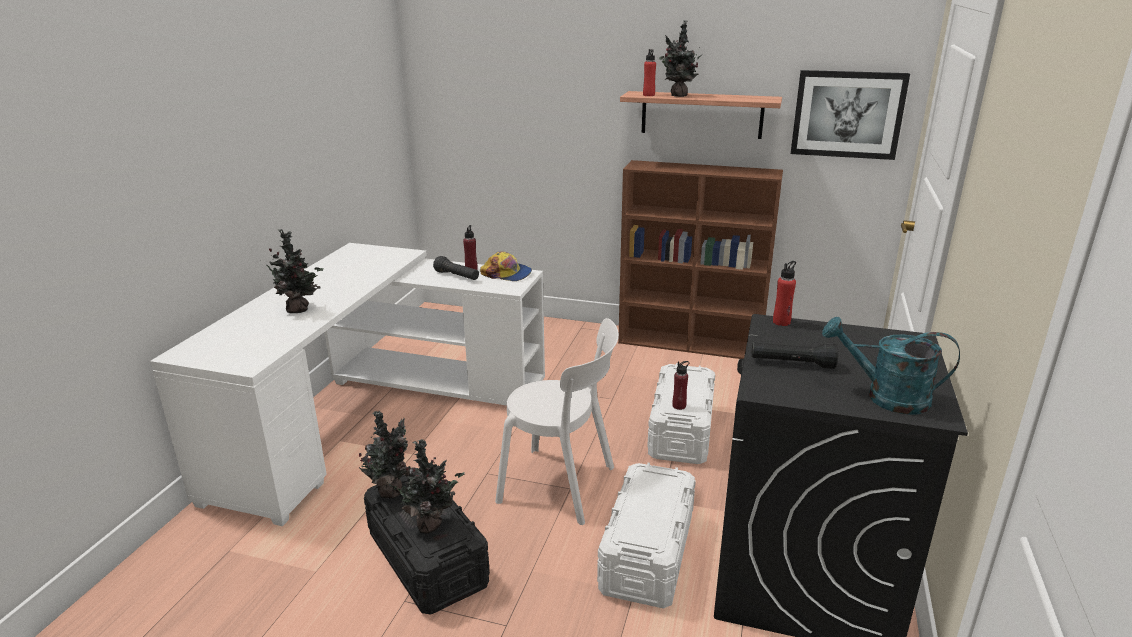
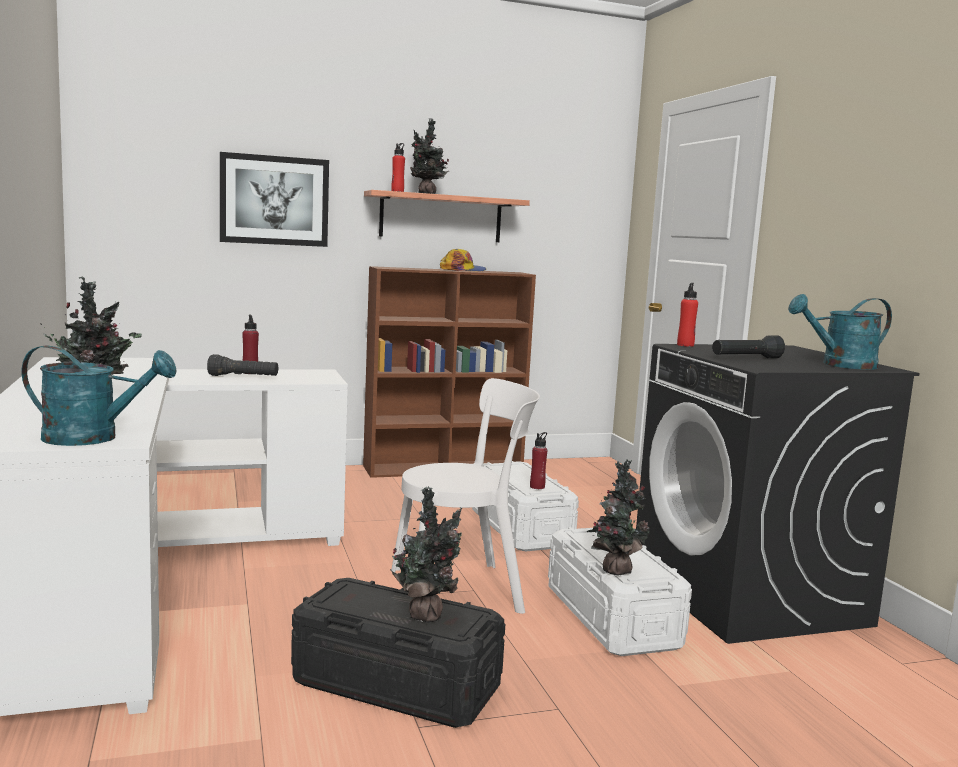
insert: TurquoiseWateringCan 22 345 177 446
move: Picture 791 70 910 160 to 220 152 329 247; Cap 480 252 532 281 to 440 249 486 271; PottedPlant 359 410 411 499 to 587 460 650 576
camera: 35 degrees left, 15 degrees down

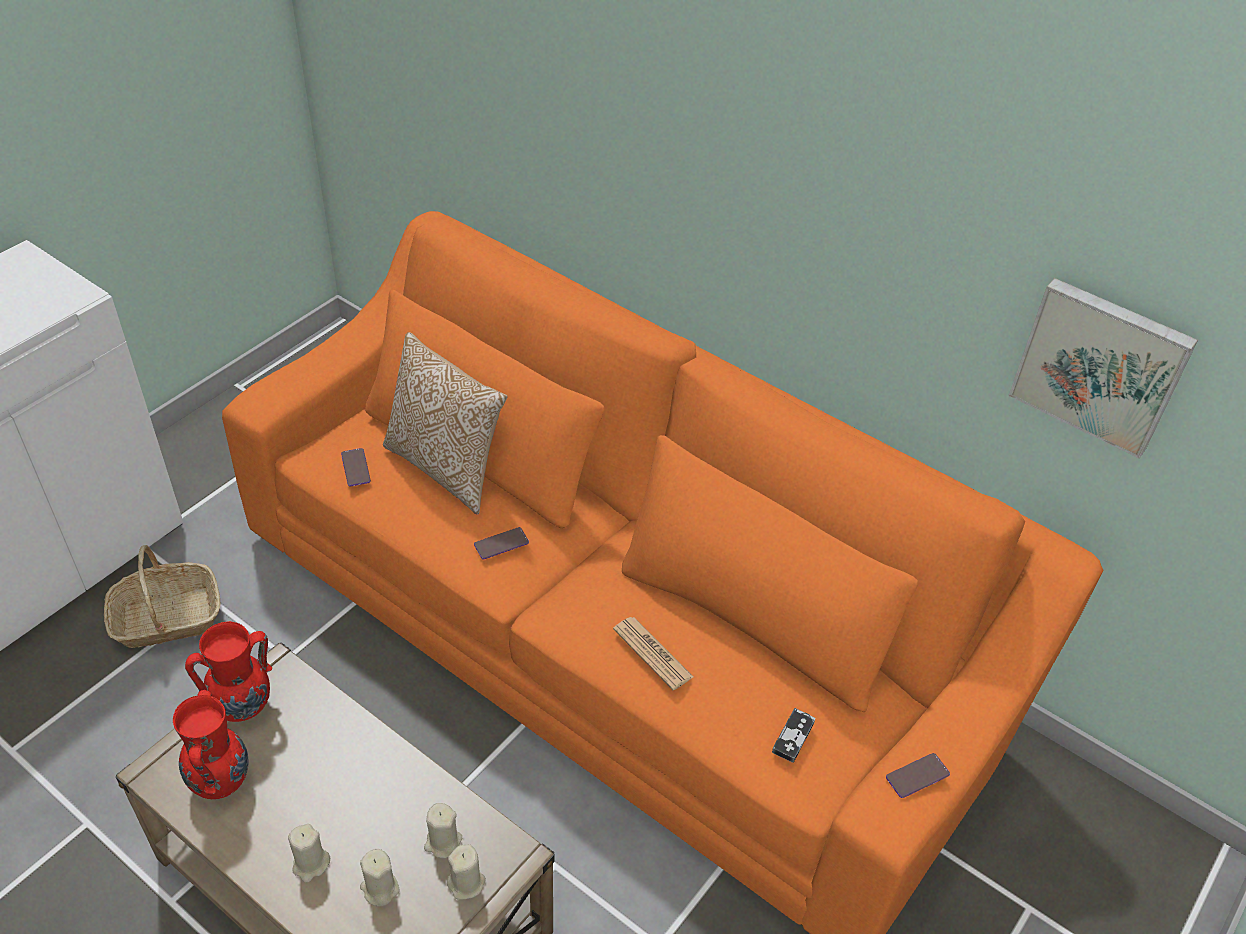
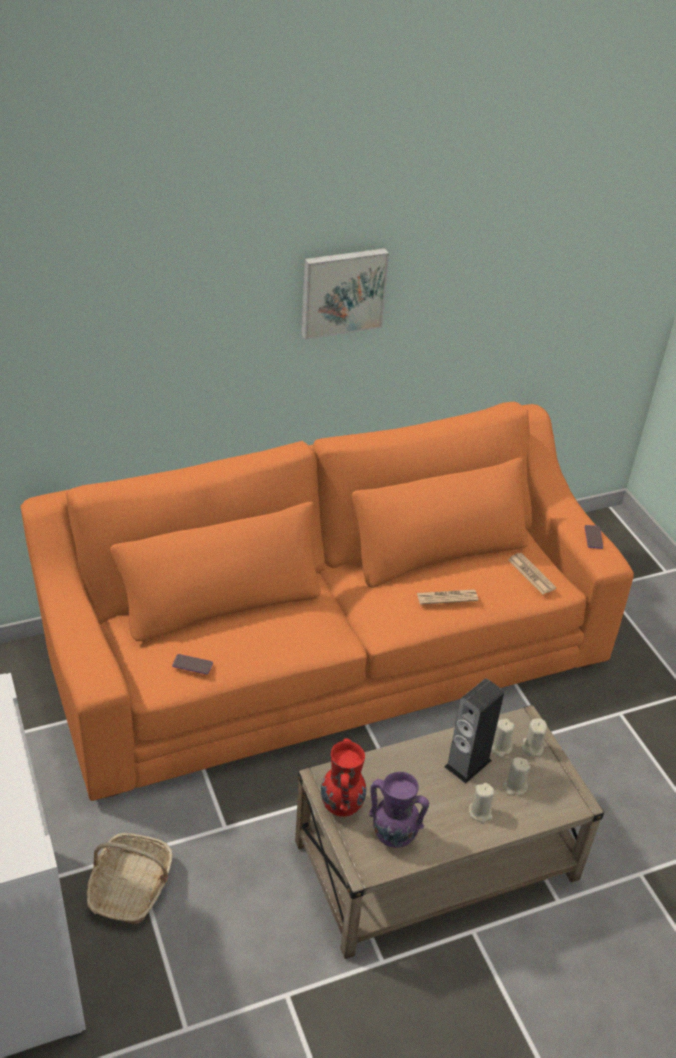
delete: Pillow 383 332 507 515; Phone 474 527 529 559
insert: Speaker 444 678 504 784
move: Picture 1008 278 1198 458 to 301 248 389 340
replace: GameController 772 708 815 763 to Newspaper 508 553 556 595
recolor: RedVase 173 690 248 799 to PurpleVase 369 772 429 848
camera: 60 degrees left, 5 degrees down

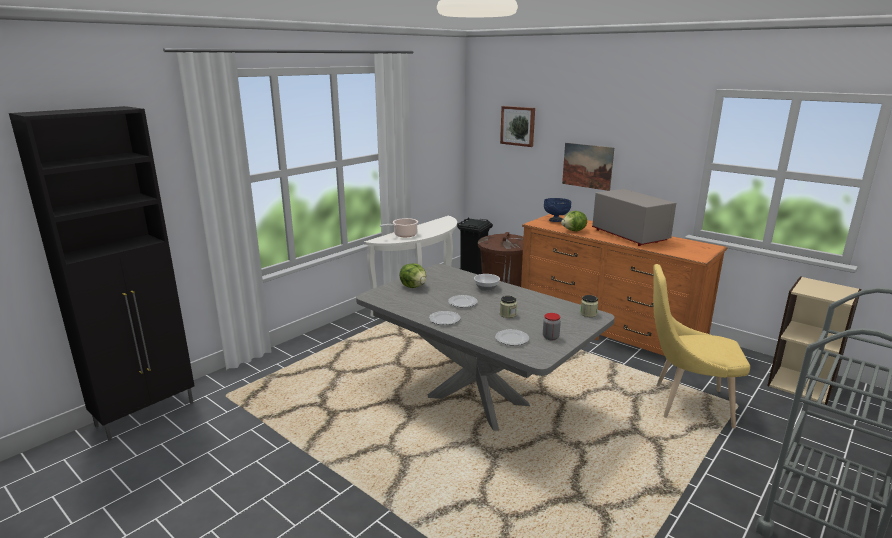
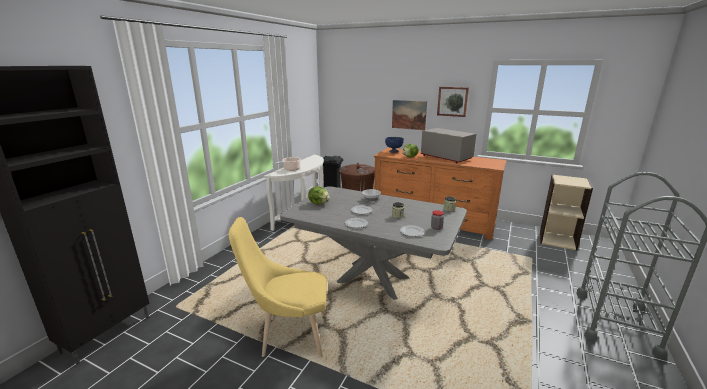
move: YellowChair 653 264 750 428 to 229 217 327 357; Picture 500 106 535 147 to 437 87 469 117
camera: 15 degrees left, 0 degrees up

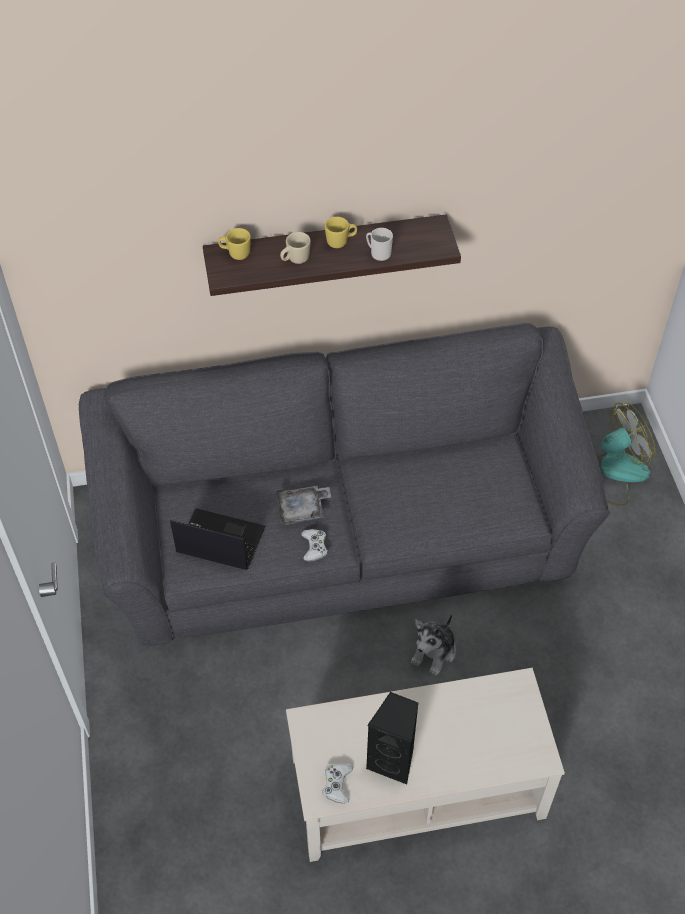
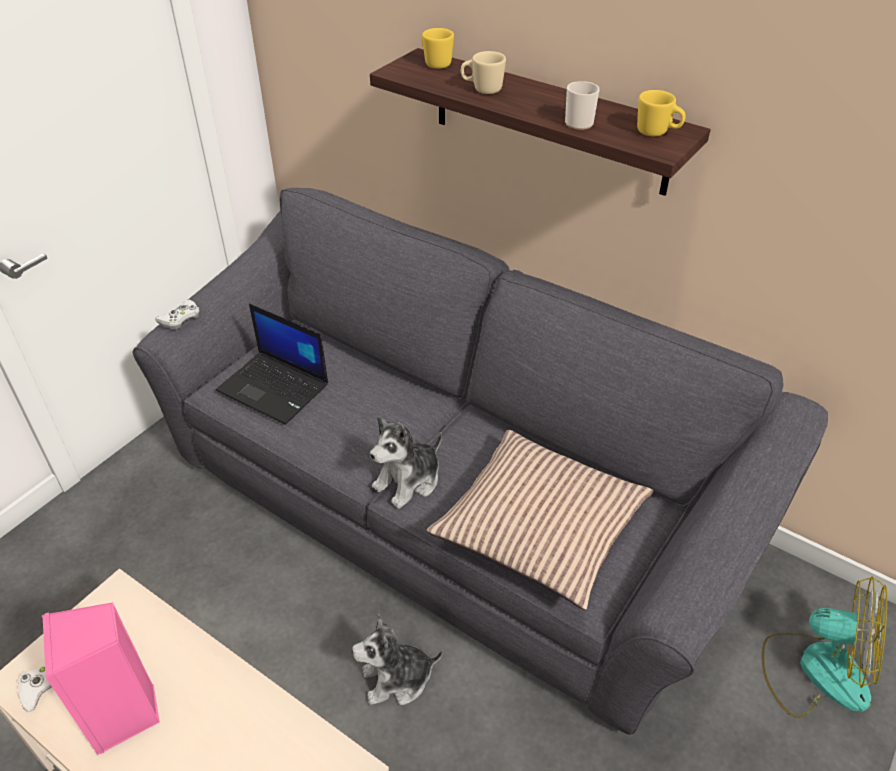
delete: GreyTray 276 486 331 525
insert: PlushToy 370 416 442 509; Pillow 427 430 653 610
move: WhiteGameController 301 529 328 562 to 155 300 199 329; YellowMug 325 217 357 248 to 637 90 686 136
recolor: BlackSpeaker 366 692 419 784 to PinkSpeaker 42 602 160 755
rotate: Laptop 170 508 265 570 = 216 304 328 425 150 degrees clockwise
camera: 45 degrees right, 10 degrees down

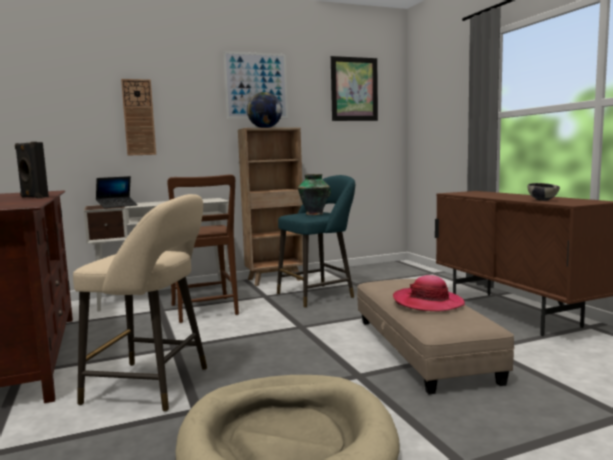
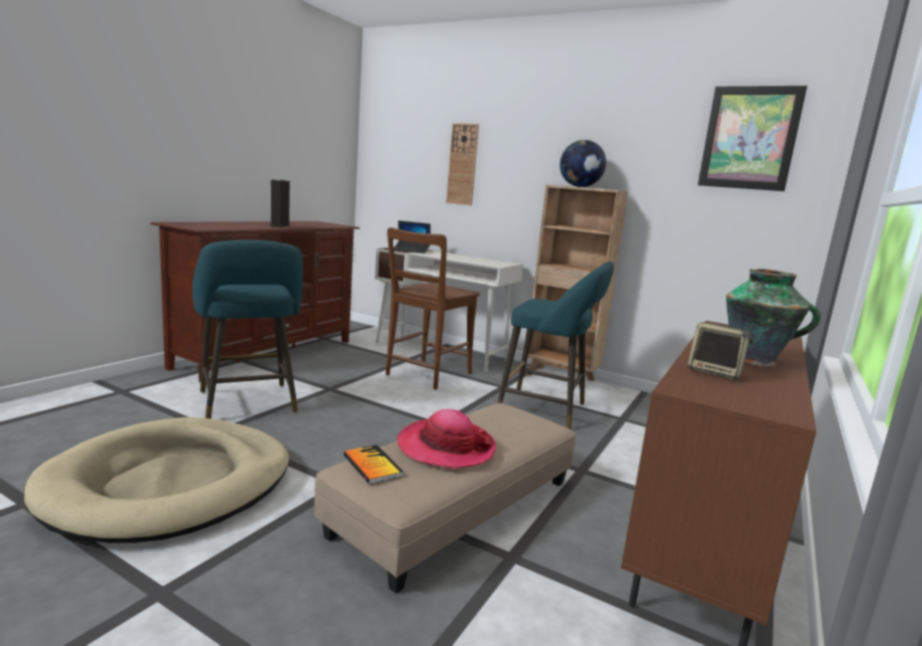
delete: Picture 223 51 288 119
insert: Book 344 445 404 485
move: Vase 298 174 331 215 to 726 269 820 367
replace: Bowl 528 183 560 201 to Speaker 688 322 754 380
recolor: BeigeStool 73 194 207 412 to TurquoiseStool 192 240 303 419
camera: 50 degrees right, 5 degrees up

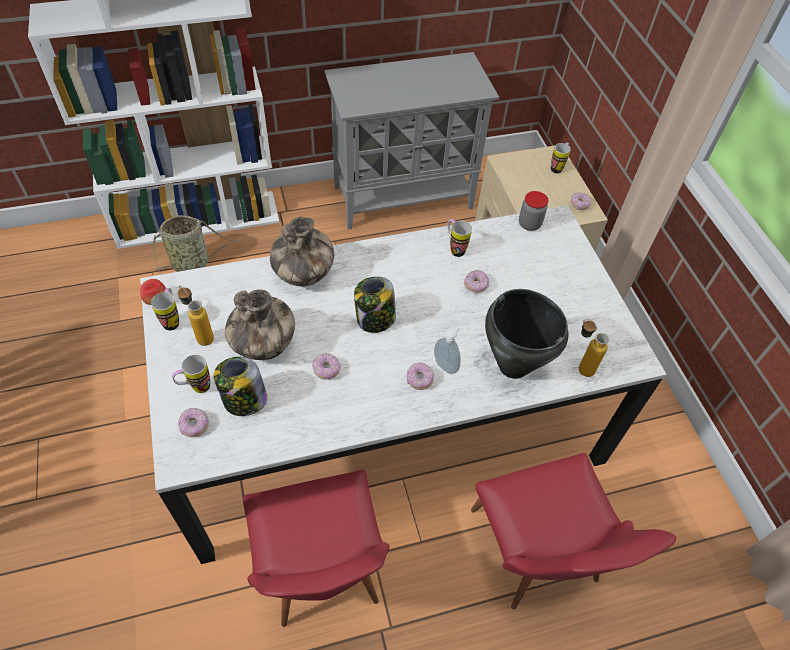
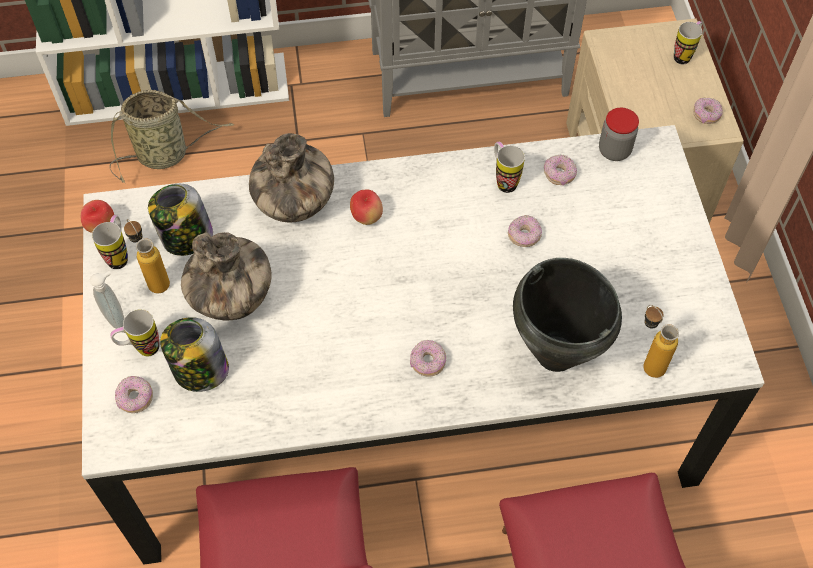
insert: Apple 350 190 383 225
move: SoapDispenser 434 326 461 374 to 90 270 124 329; Jar 354 276 396 333 to 148 184 213 256; Donut 312 353 341 380 to 544 154 577 186
camera: 10 degrees right, 5 degrees up

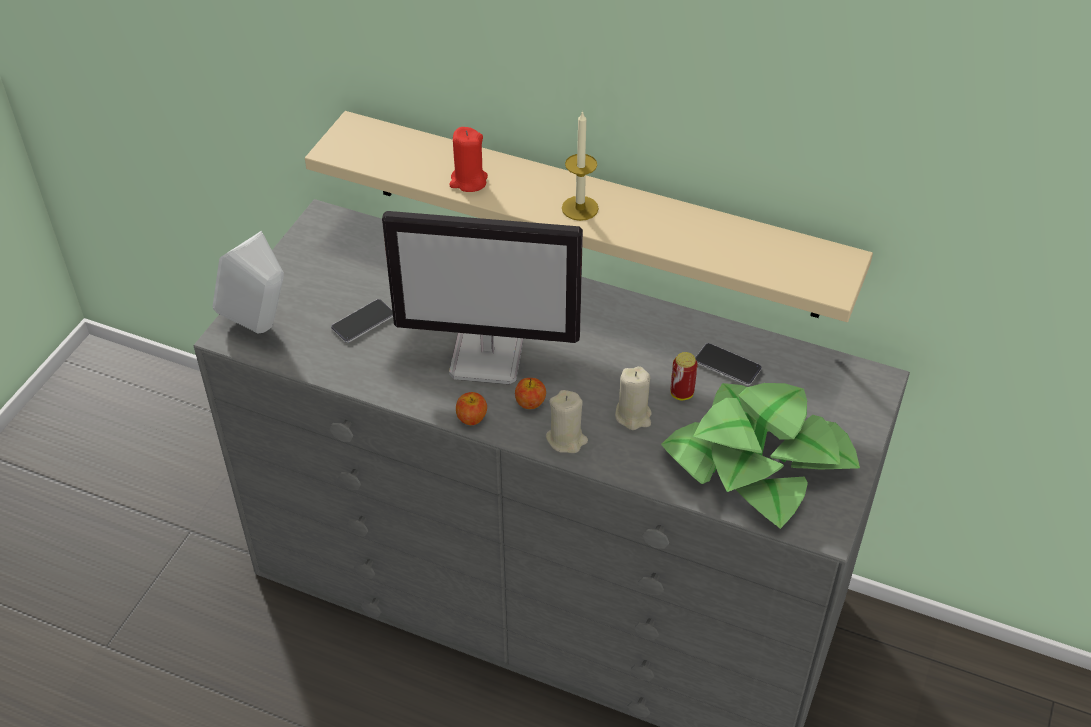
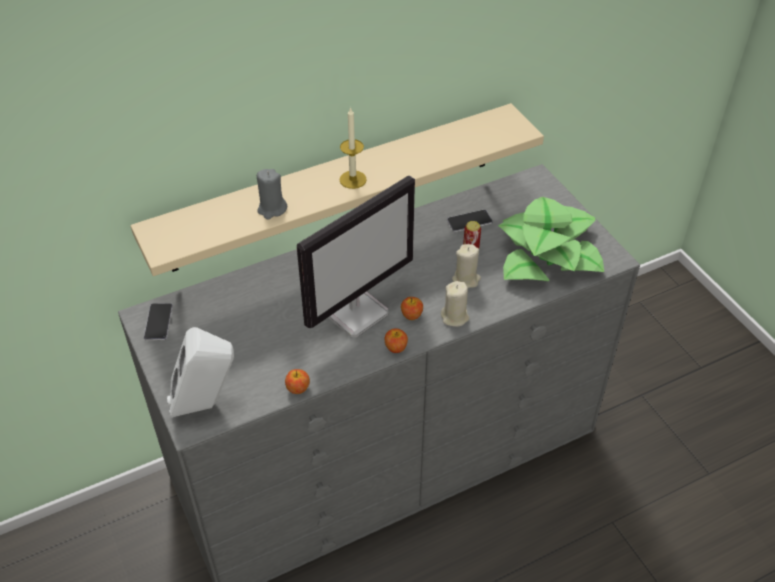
insert: Apple 285 369 310 394
move: Phone 331 299 393 343 to 143 303 173 340
recolor: RedCandle 449 127 488 192 to GreyCandle 257 169 287 219
camera: 50 degrees left, 0 degrees up

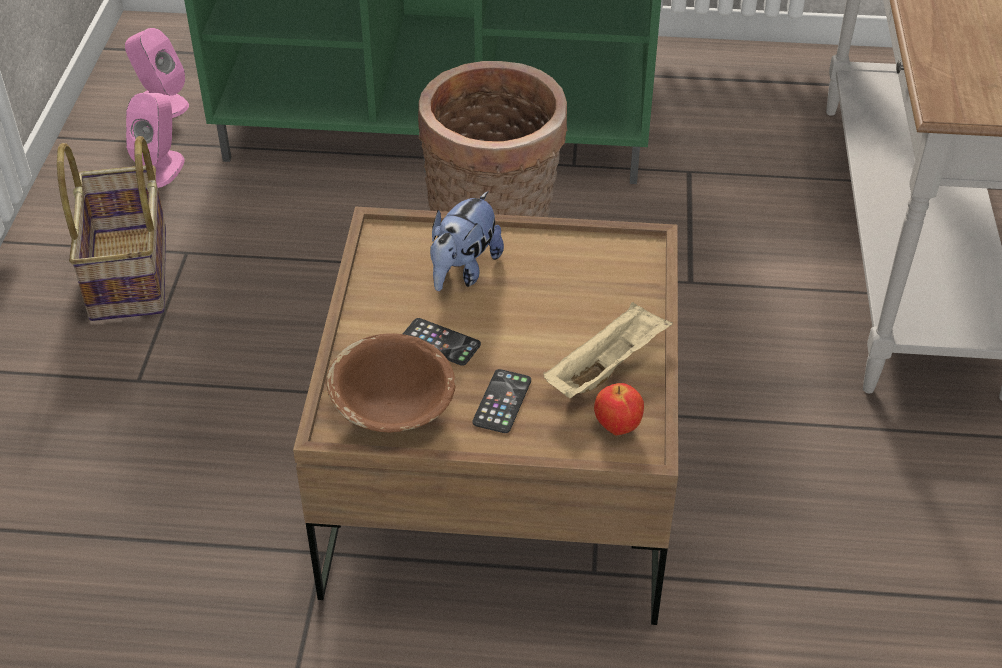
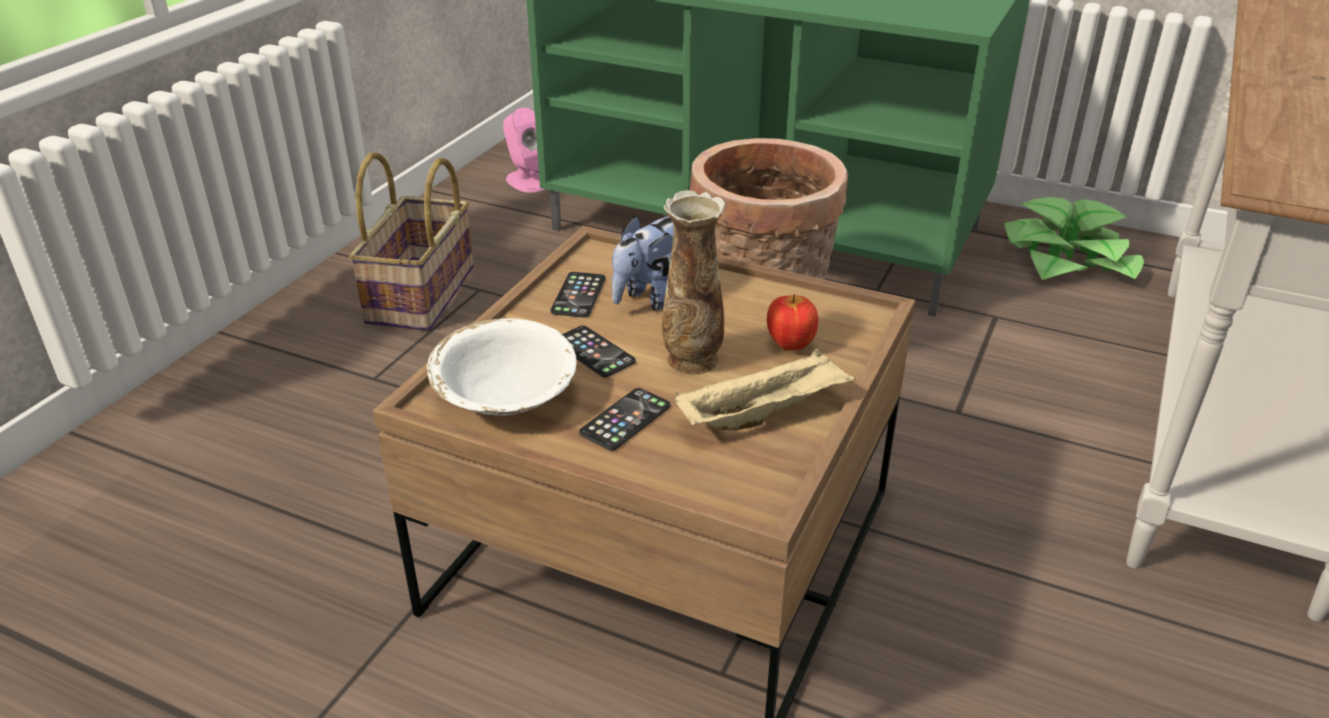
delete: PinkSpeaker 126 93 184 188
insert: Phone 550 272 605 317; Vase 662 190 726 375; PottedPlant 1004 197 1144 280
move: Apple 594 383 644 435 to 767 294 818 351
recolor: BrownBowl 327 333 455 433 to WhiteBowl 427 318 577 416
camera: 20 degrees right, 10 degrees down

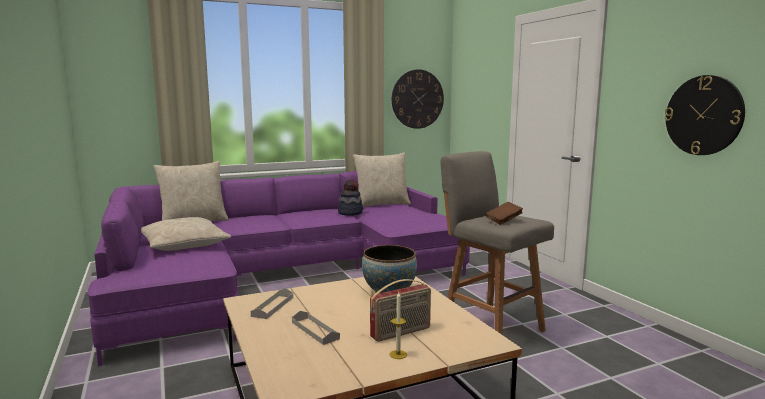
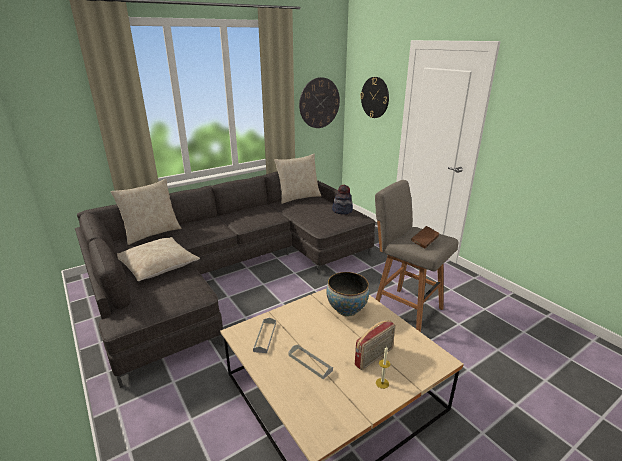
move: Hat 338 179 363 216 to 332 184 353 215; WallClock 664 75 745 155 to 360 77 389 118
recolor: PurpleSofa 87 171 470 366 to GreySofa 75 171 375 388
camera: 10 degrees left, 15 degrees up

